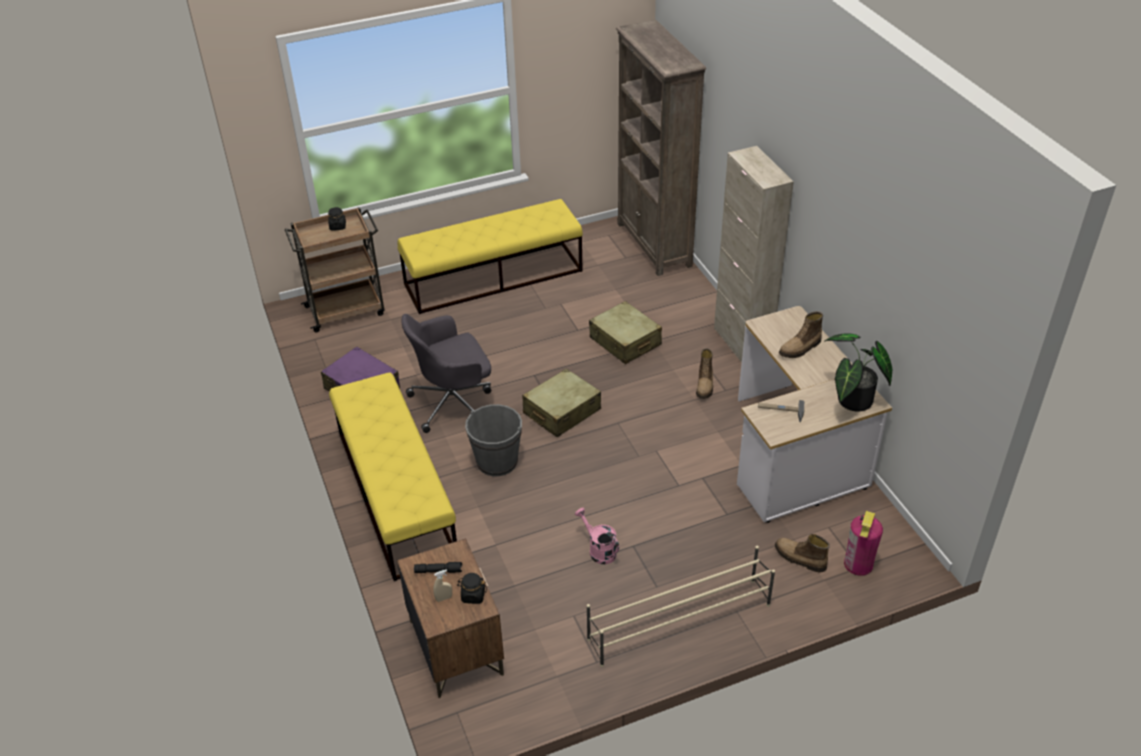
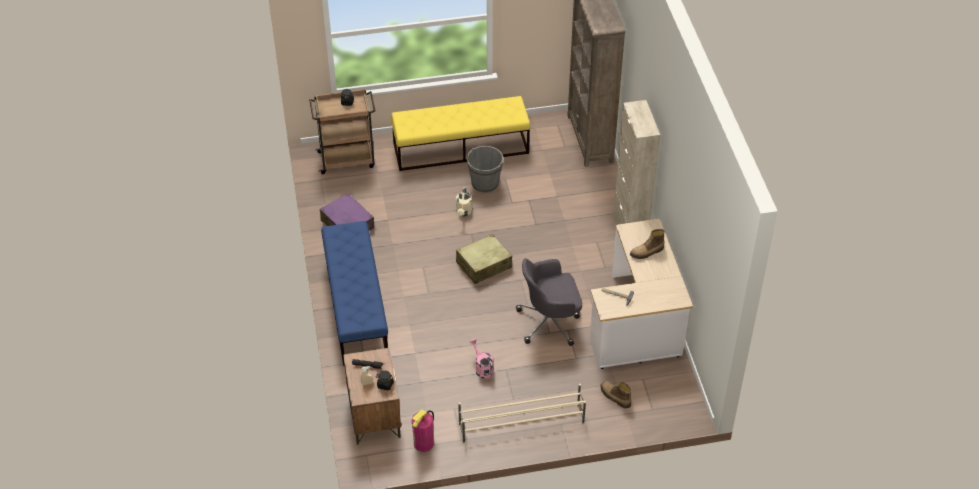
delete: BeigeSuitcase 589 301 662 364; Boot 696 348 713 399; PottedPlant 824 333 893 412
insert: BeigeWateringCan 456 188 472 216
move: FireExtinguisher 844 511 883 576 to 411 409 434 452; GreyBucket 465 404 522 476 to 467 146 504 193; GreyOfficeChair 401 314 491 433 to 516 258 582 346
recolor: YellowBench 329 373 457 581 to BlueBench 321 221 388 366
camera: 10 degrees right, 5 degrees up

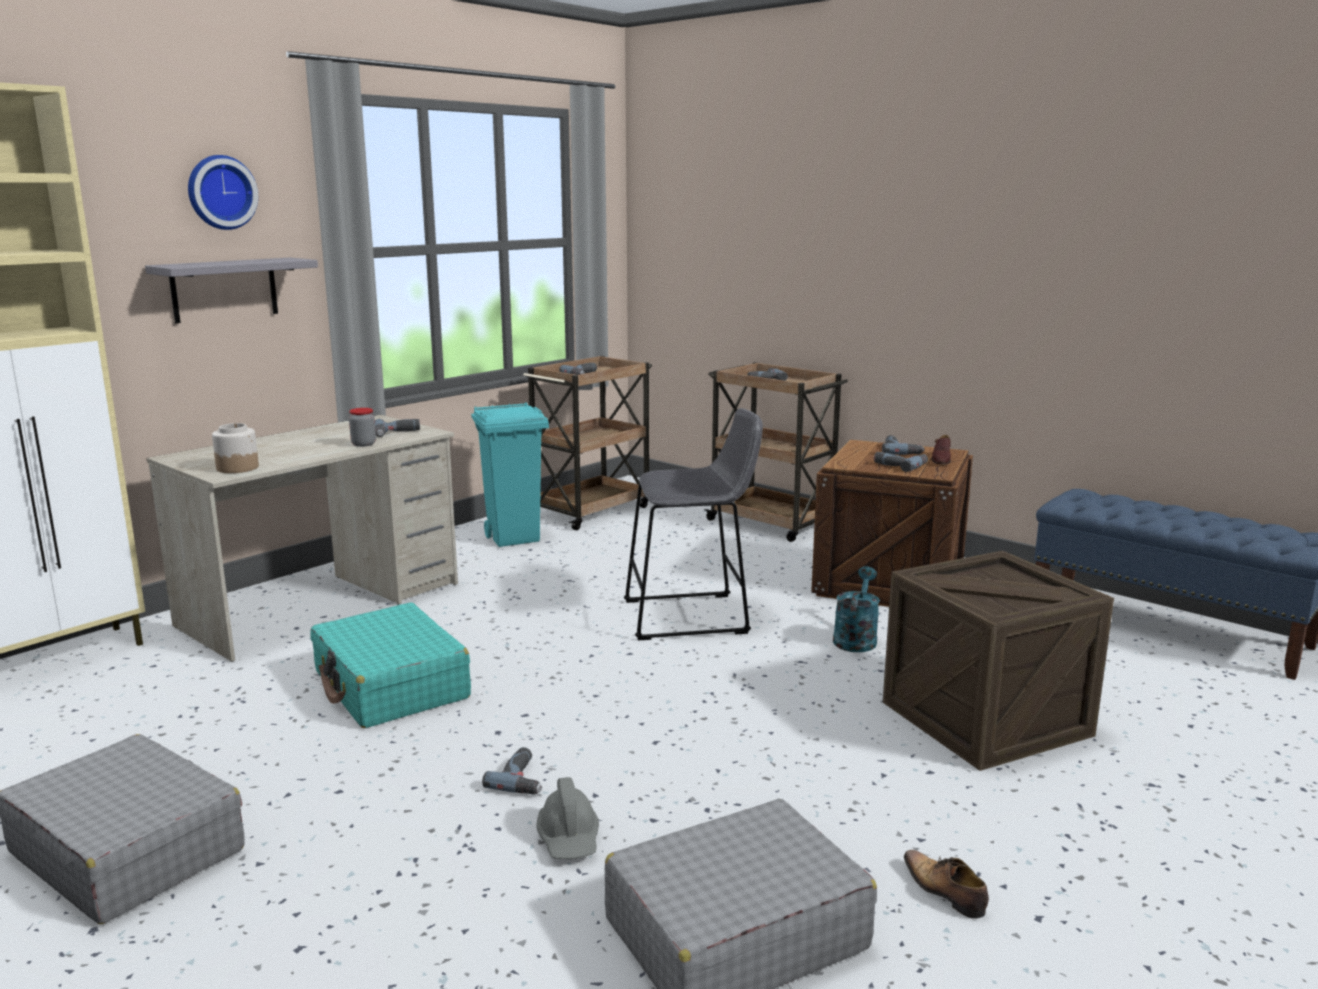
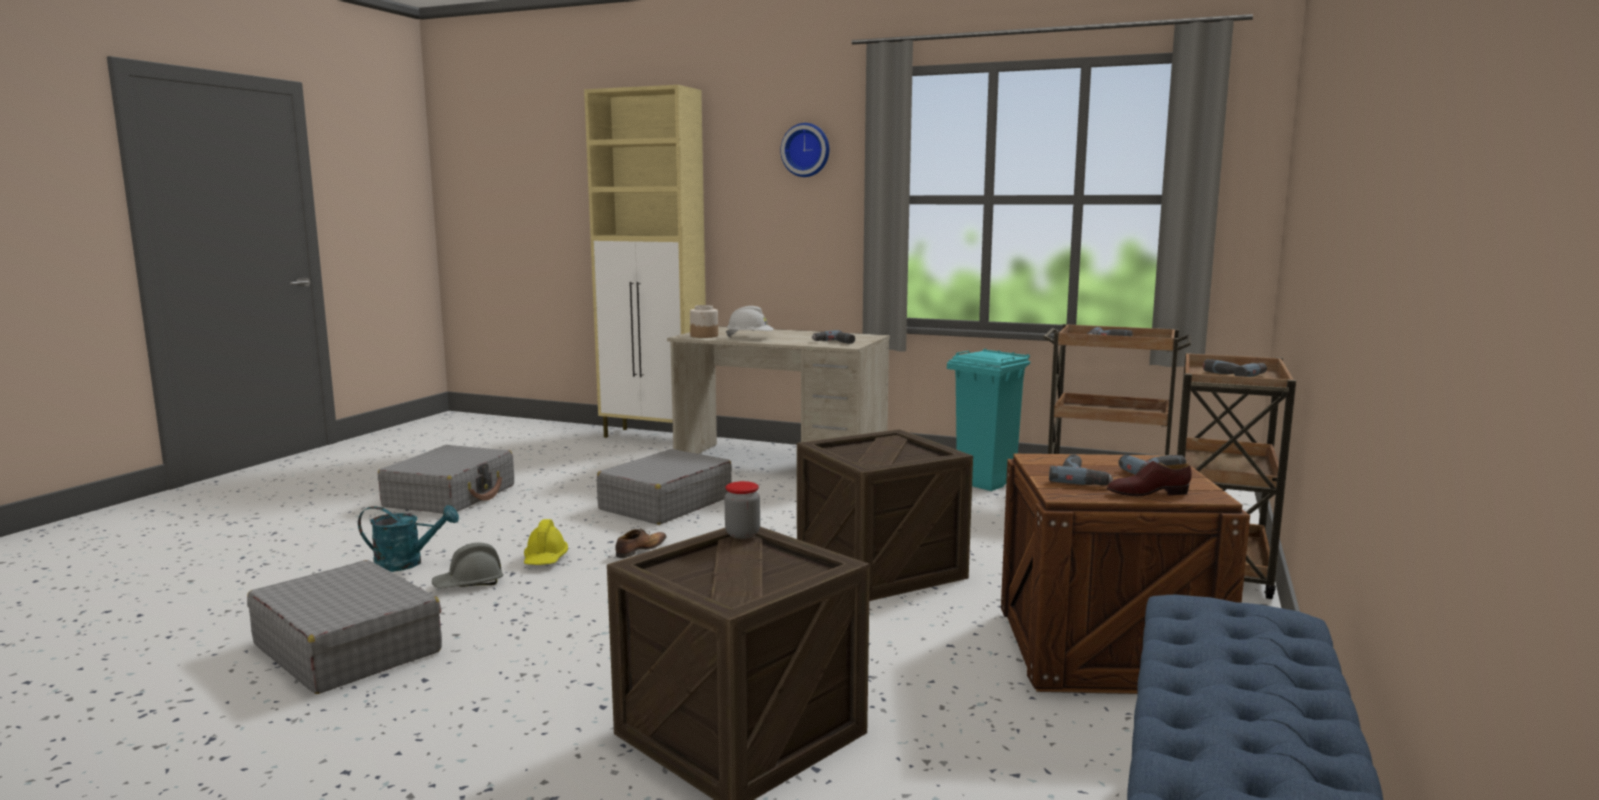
delete: GreyShelf 145 258 318 323
insert: WhiteHardHat 726 306 774 338
move: TurquoiseWateringCan 833 566 880 652 to 358 505 459 572; Shoe 904 850 989 919 to 615 528 667 558; Jar 349 408 376 447 to 725 481 760 539
replace: PowerDrill 482 747 542 795 to YellowHardHat 524 519 568 565; GreyStool 624 408 763 640 to Crate 797 429 973 601
recolor: TurquoiseSuitcase 310 602 471 728 to GreySuitcase 597 449 732 525
camera: 70 degrees right, 5 degrees down

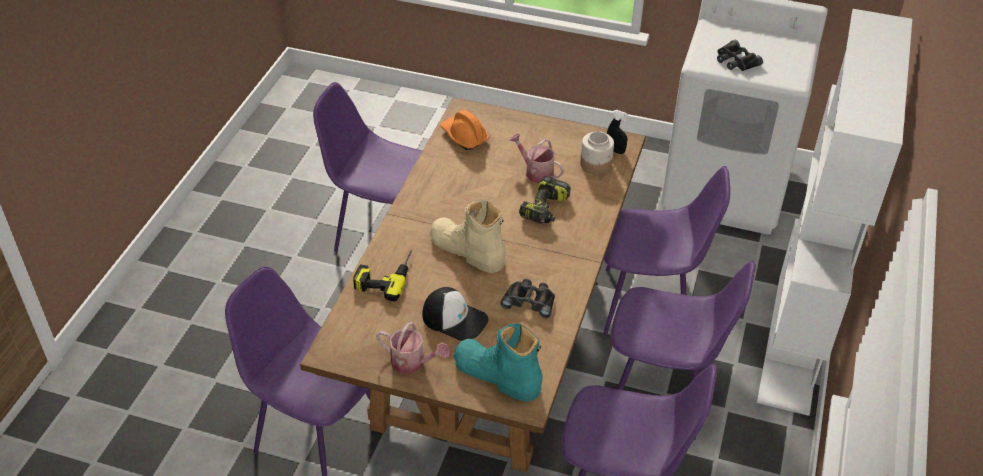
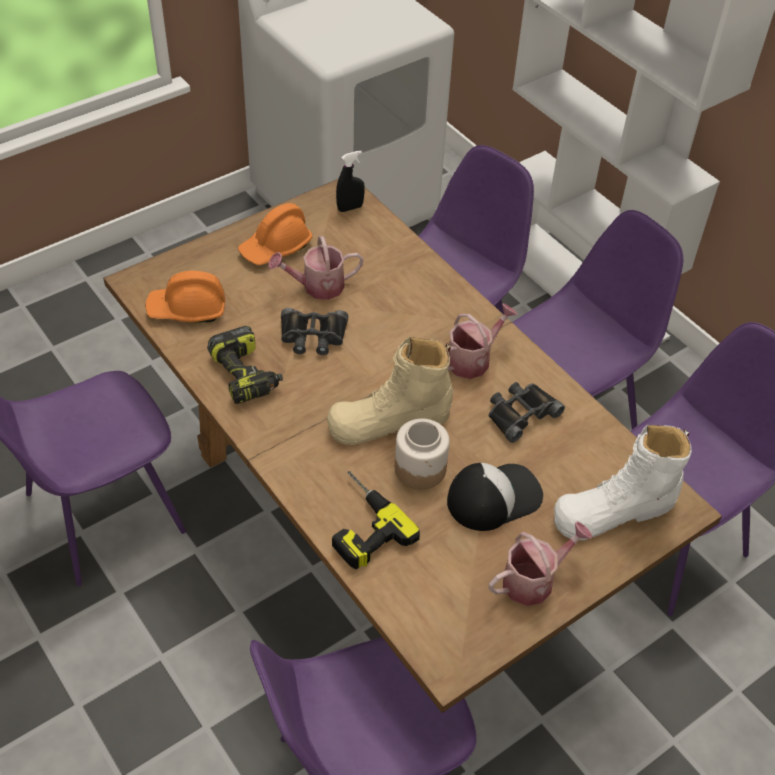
insert: OrangeHardHat 238 203 313 265; WateringCan 448 303 518 379
move: PowerDrill 519 176 570 224 to 207 326 283 404; BlackBinoculars 717 40 763 71 to 281 308 348 355; Jar 580 131 614 175 to 395 419 450 489
recolor: TurquoiseBoot 454 324 543 402 to WhiteBoot 554 425 692 540
camera: 55 degrees left, 5 degrees up

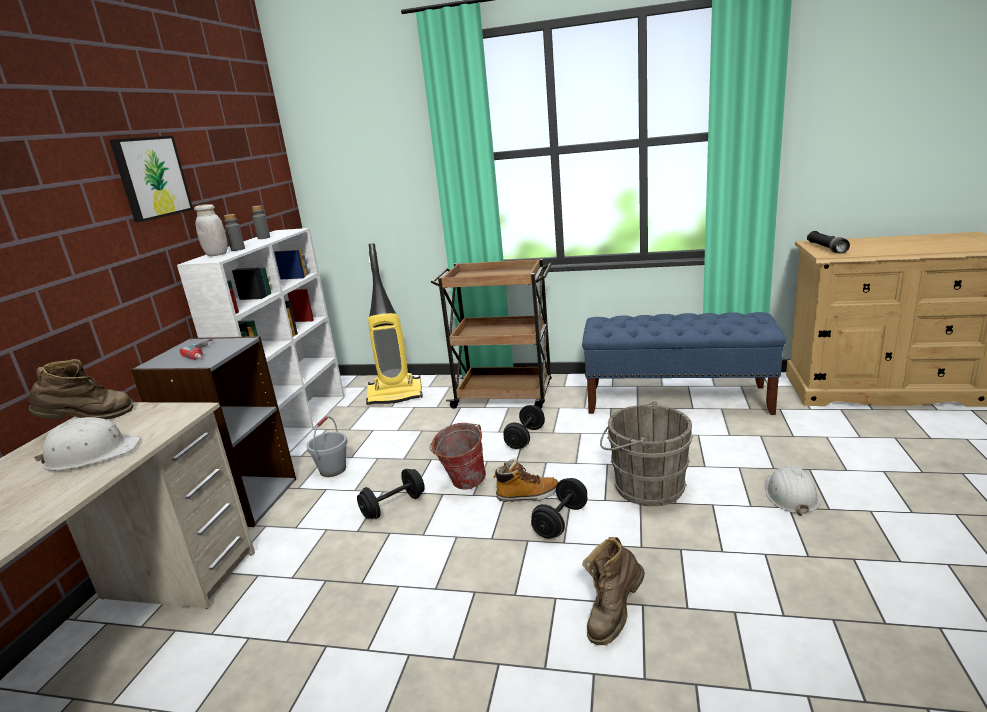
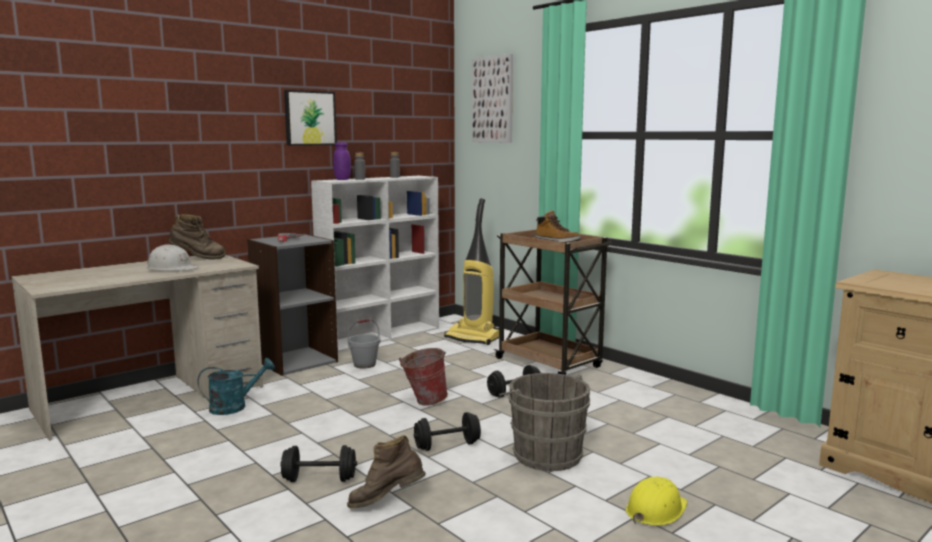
delete: BlueBench 582 312 786 415; BlackFlashlight 807 231 850 254
insert: TurquoiseWateringCan 198 358 275 415; Picture 472 54 513 143
move: BlackDumbbell 357 469 425 519 to 280 445 357 482; Boot 493 459 559 502 to 535 210 581 243
recolor: WhiteJar 194 204 228 256 to PurpleJar 333 142 351 180; WhiteHardHat 765 465 820 516 to YellowHardHat 626 477 687 526
camera: 35 degrees right, 10 degrees down

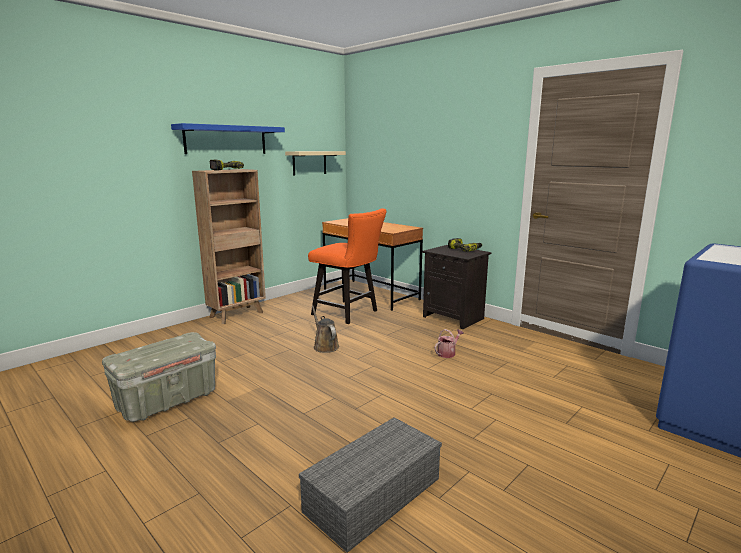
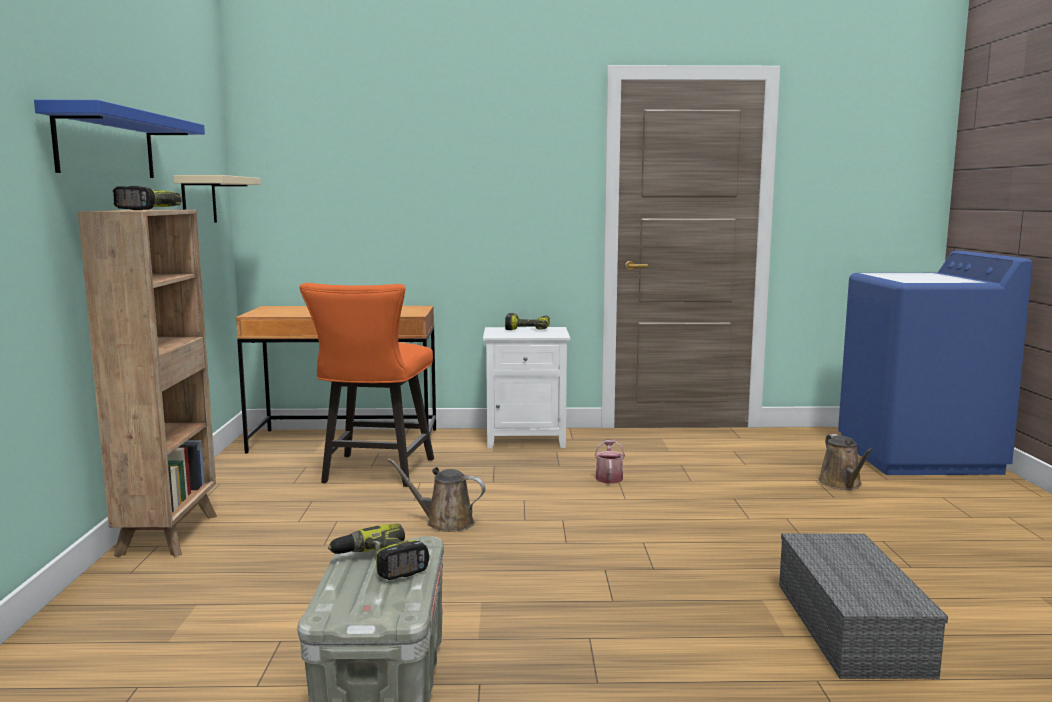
insert: PowerDrill 328 524 429 580; BrownWateringCan 818 434 873 490
recolor: BlackNightstand 422 245 492 329 to WhiteNightstand 483 327 570 448
rotate: OrangeChair 308 208 387 324 = 300 283 434 487 105 degrees clockwise
camera: 45 degrees left, 5 degrees down

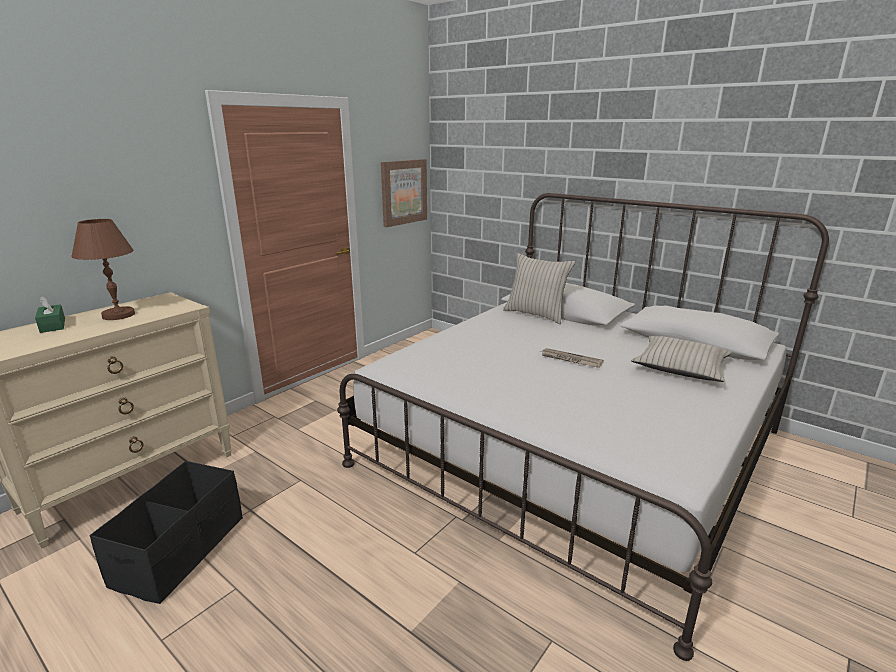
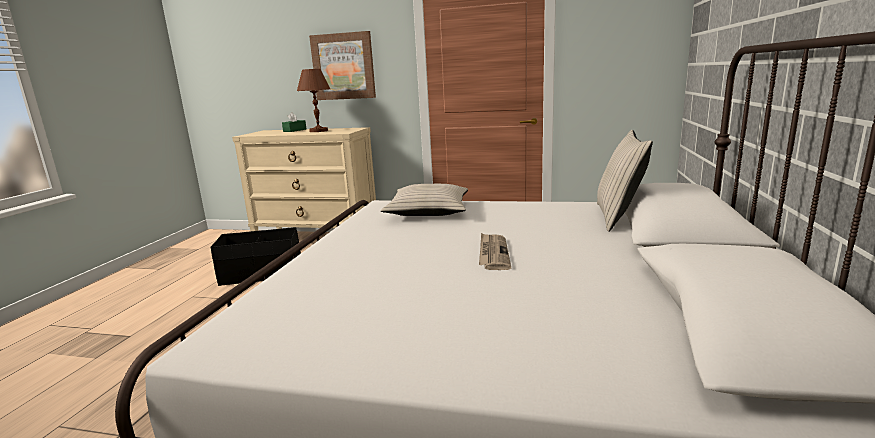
move: Picture 381 159 427 227 to 309 31 376 100; BeigePillow 631 336 732 382 to 381 184 468 216
camera: 65 degrees right, 5 degrees down

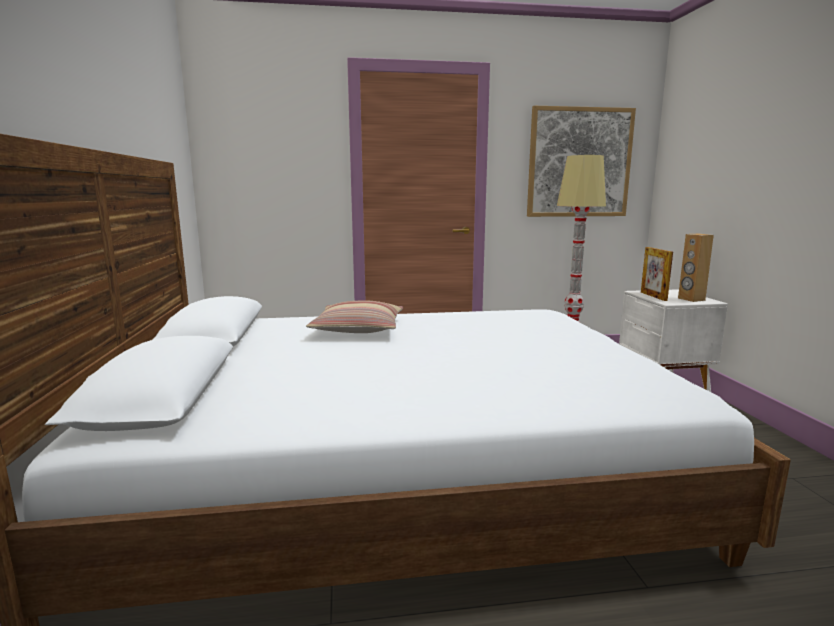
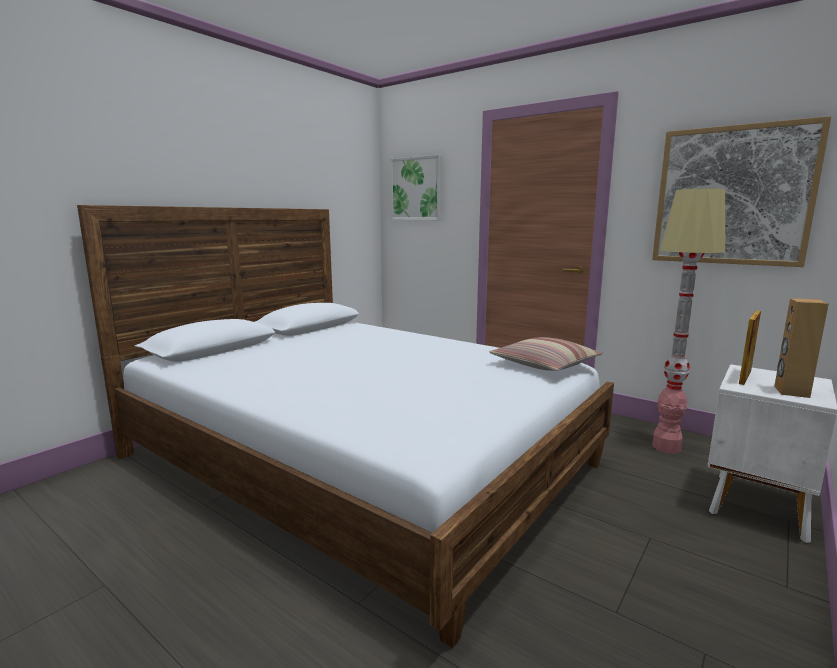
insert: Picture 390 155 442 220
move: Pillow 306 300 403 333 to 489 337 603 371
camera: 45 degrees right, 0 degrees up

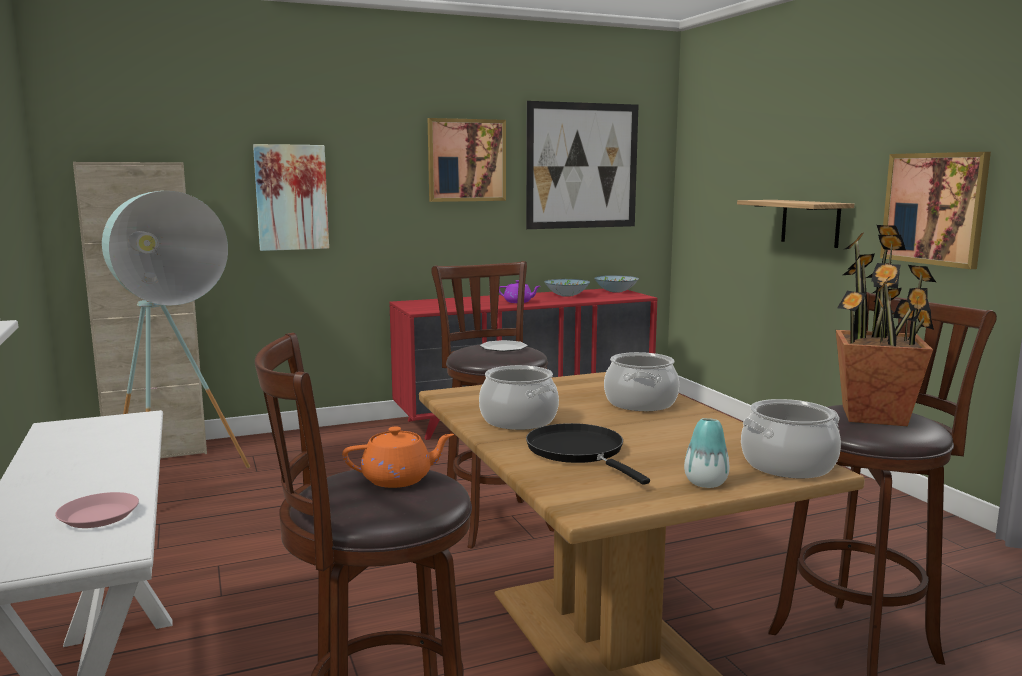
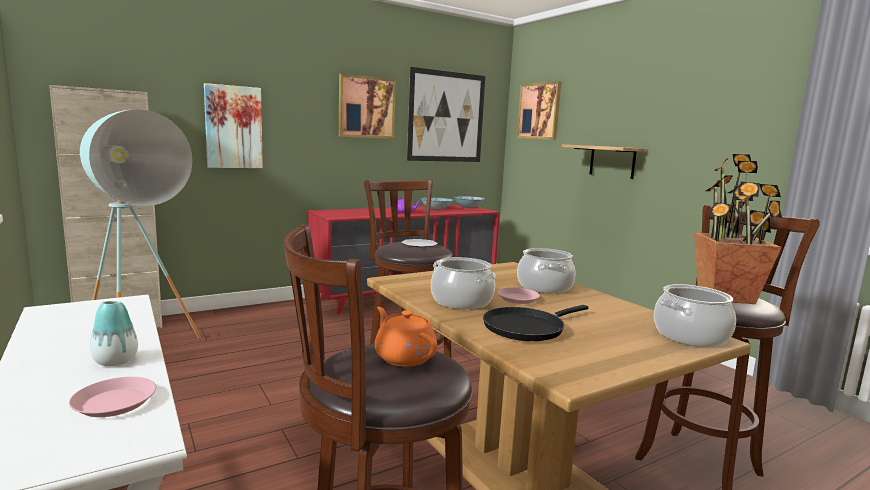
insert: PinkPlate 497 287 540 304
move: Vase 684 418 729 488 to 90 301 138 366; Picture 880 152 991 269 to 517 81 561 140
rotate: OrangeTeapot 342 427 454 488 = 375 307 437 366 105 degrees counterclockwise; BlackFryingPan 526 423 650 485 = 483 305 588 341 90 degrees counterclockwise
camera: 10 degrees left, 0 degrees up

